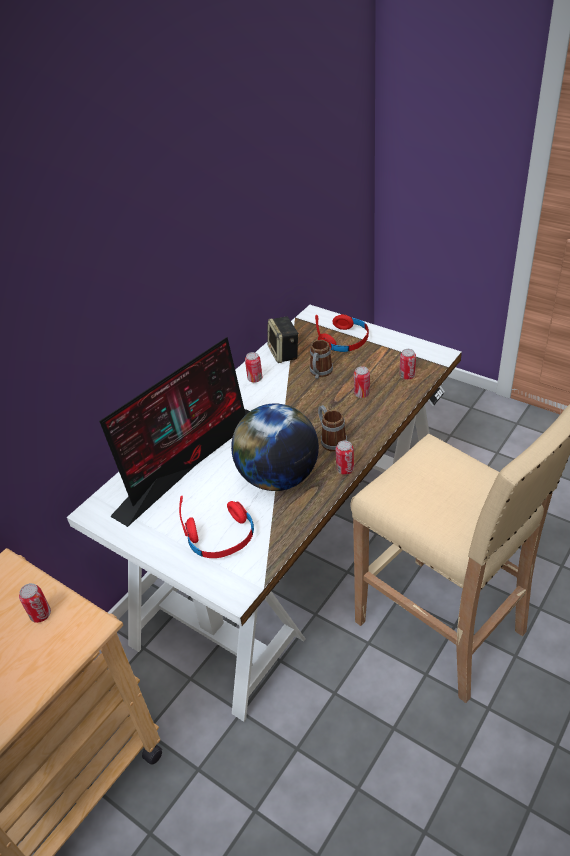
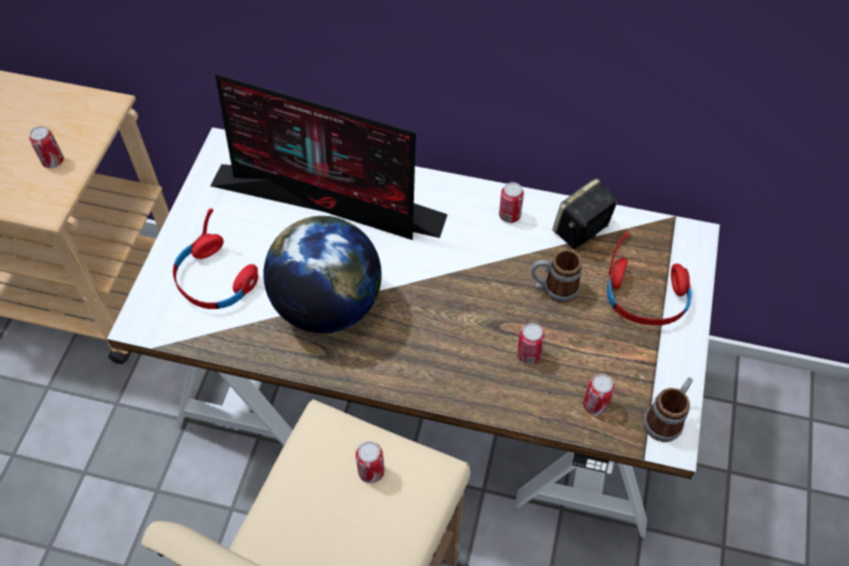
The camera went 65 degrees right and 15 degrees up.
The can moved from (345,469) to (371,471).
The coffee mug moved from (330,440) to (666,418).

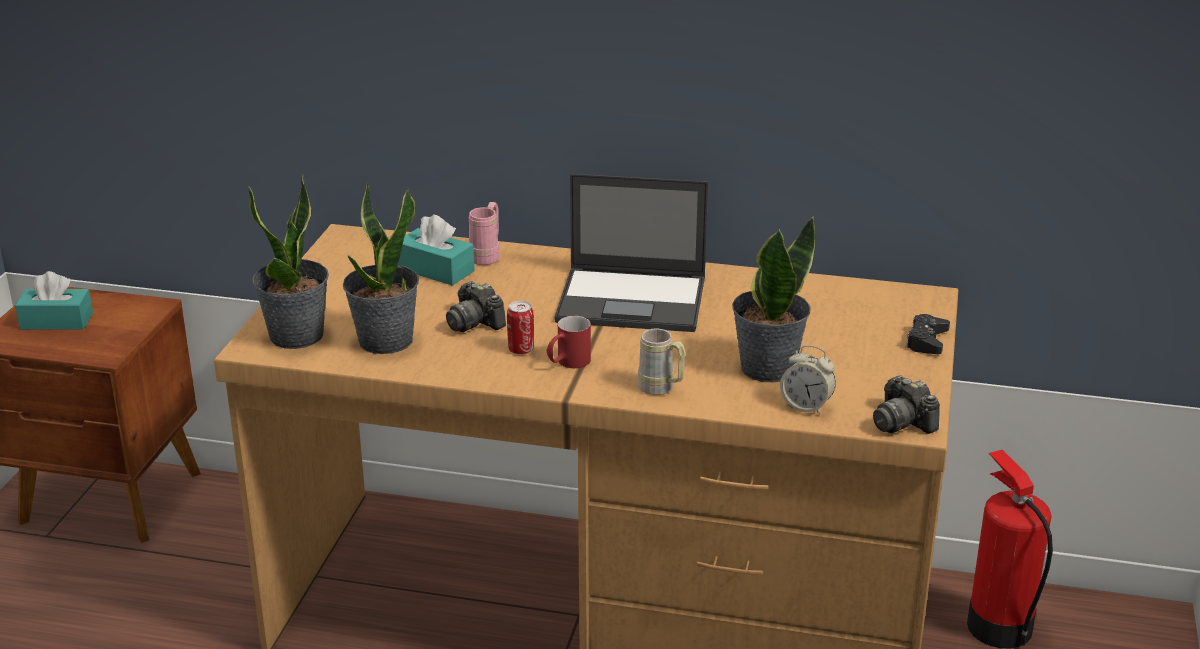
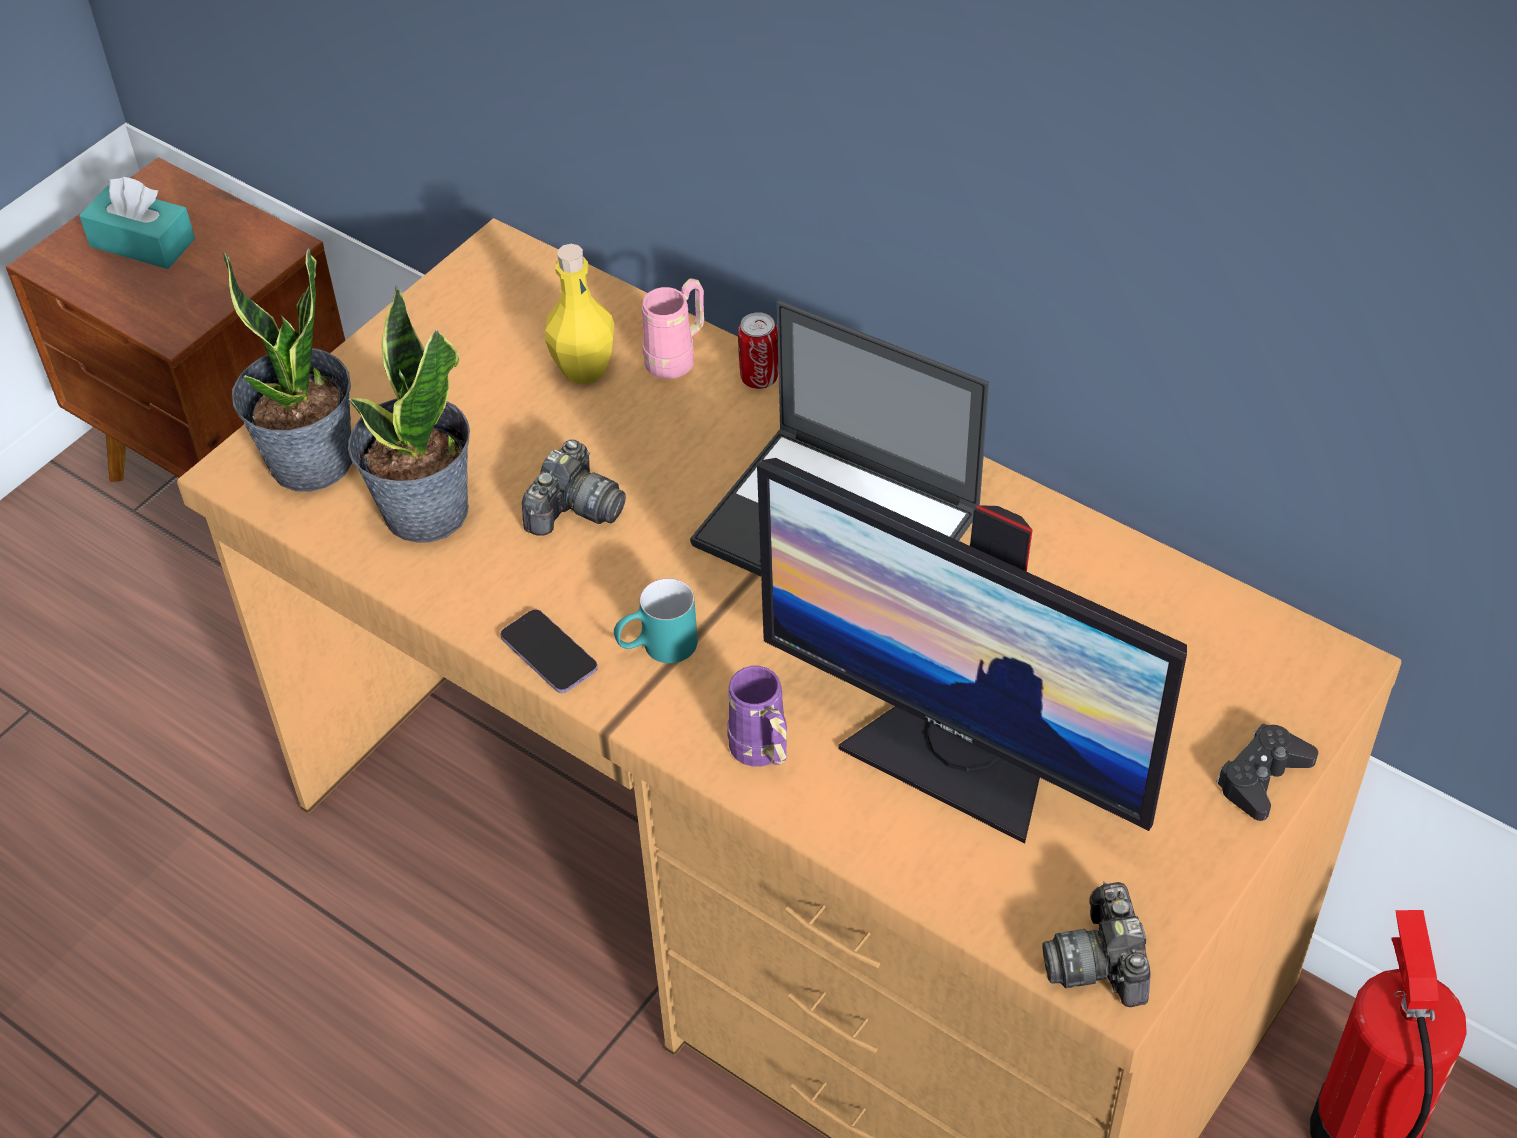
The camera went 25 degrees right and 20 degrees up.
The handset at (549,654) appeared.
The still camera at (475,322) turned 135 degrees counterclockwise.
The box of tissues (blue-green) at (435,270) was replaced by the beverage bottle (yellow) at (584,369).
The coffee mug (red) at (567,363) became the coffee mug (blue-green) at (657,647).
The coffee mug (beige-coloured) at (661,389) became the coffee mug (purple-coloured) at (763,754).
The can moved from (521,350) to (759,378).
The houseplant at (767,368) was replaced by the computer screen at (957,757).
The table clock at (806,406) disappeared.

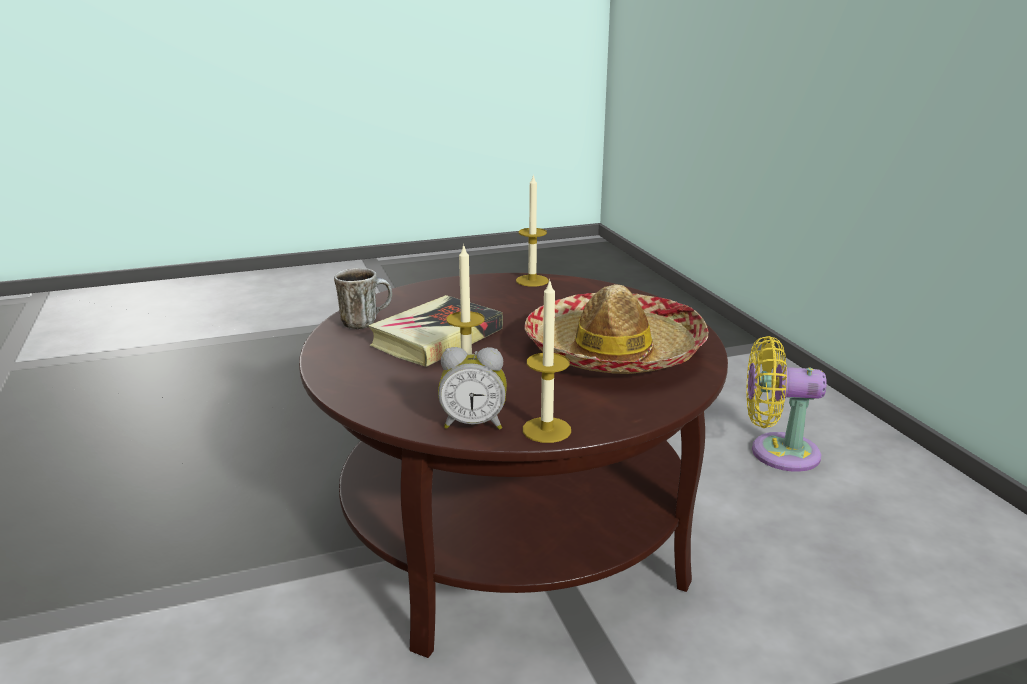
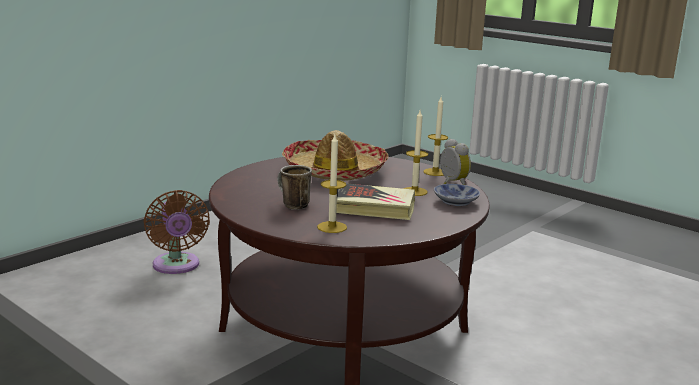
The camera went 120 degrees left and 5 degrees down.
The fan (yellow) at (777,452) became the fan (brown) at (176,266).
The coffee mug moved from (365,322) to (291,205).
The candle moved from (532,280) to (332,227).
The bowl at (454,202) appeared.

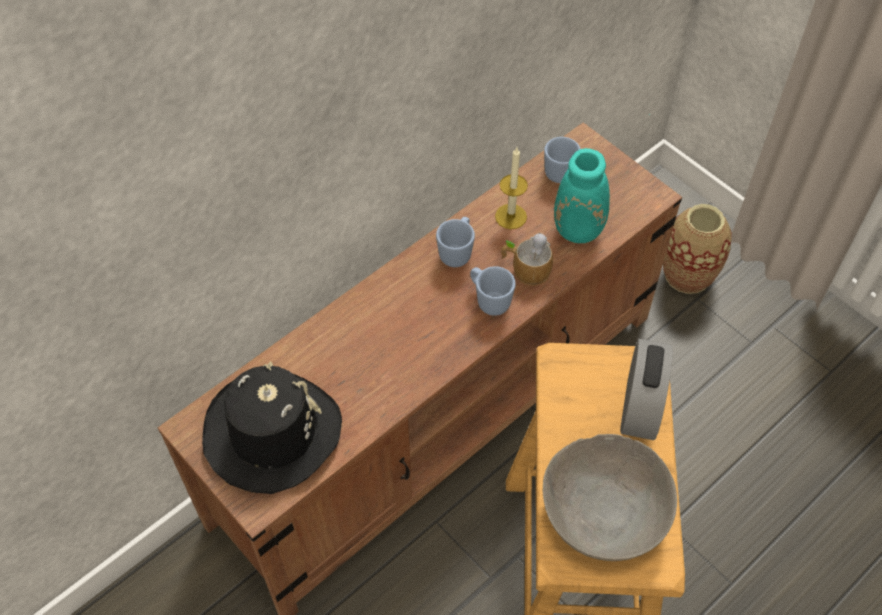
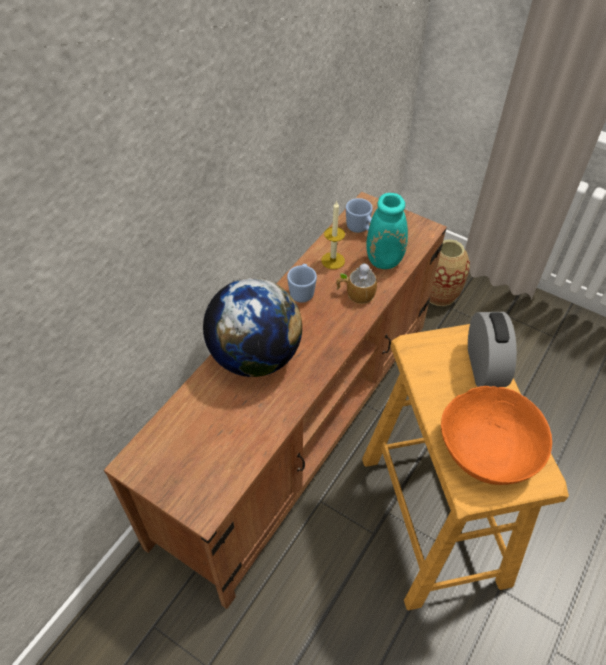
The camera went 15 degrees left and 5 degrees down.
The world globe at (255,356) appeared.
The bowl (gray) at (603,513) became the bowl (orange) at (488,449).
The wearable hat (blackish) at (271,432) disappeared.
The coffee mug (bluish) at (489,300) disappeared.

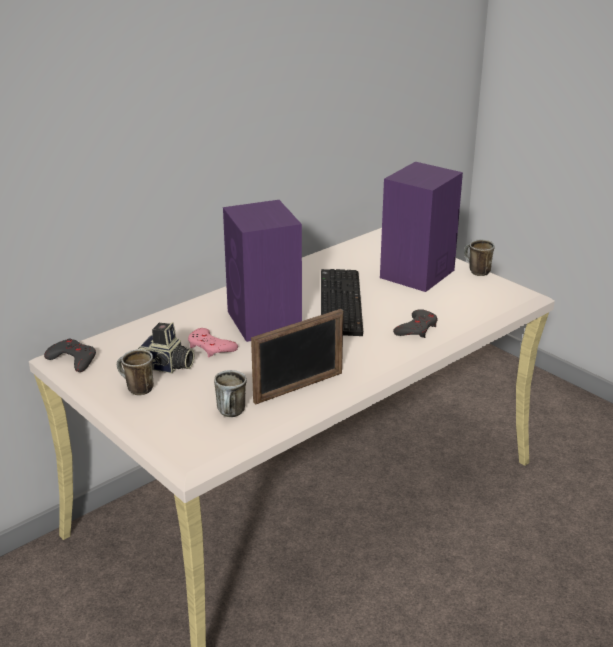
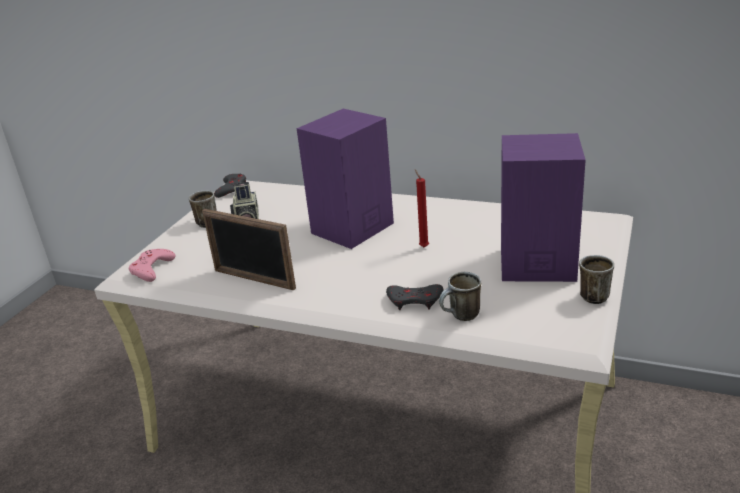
The camera went 65 degrees right and 0 degrees up.
The gamepad (pink) moved from (211,347) to (152,269).
The keyboard at (338,303) was replaced by the candle (red) at (423,246).
The coffee mug moved from (232,414) to (461,317).

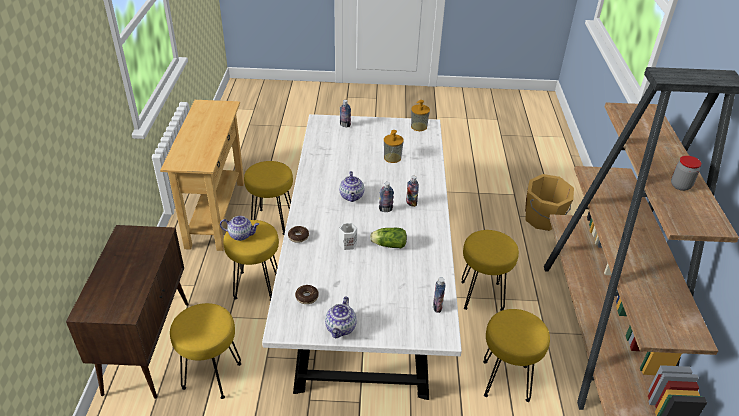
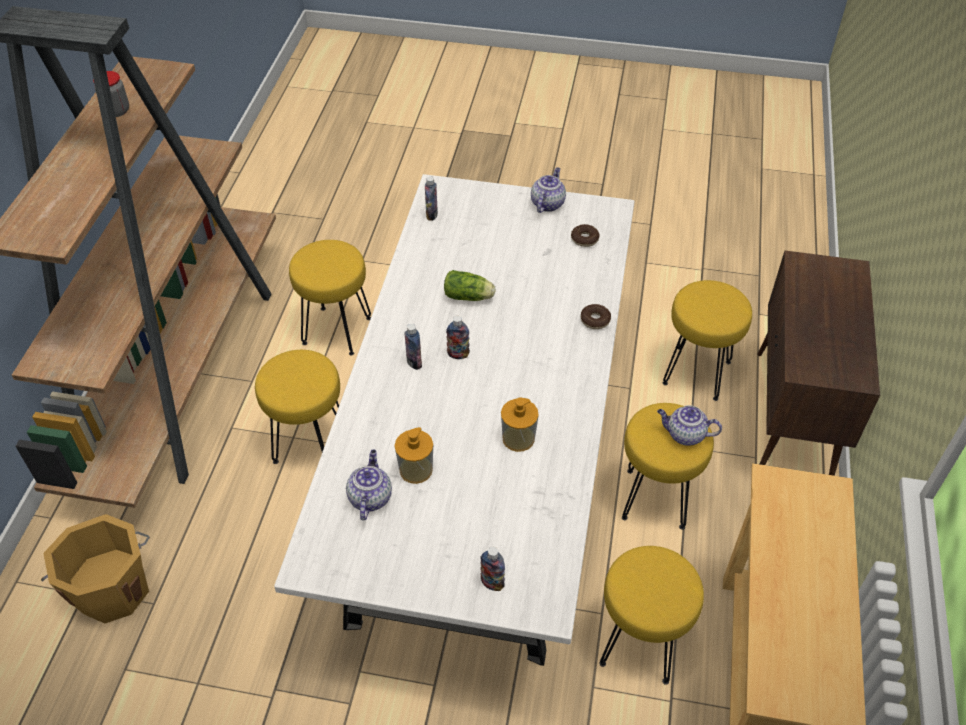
The camera went 170 degrees left and 10 degrees up.
The teapot moved from (352,197) to (370,497).
The liquid soap bottle moved from (419,127) to (518,438).
The coffee mug (white) at (347,243) disappeared.

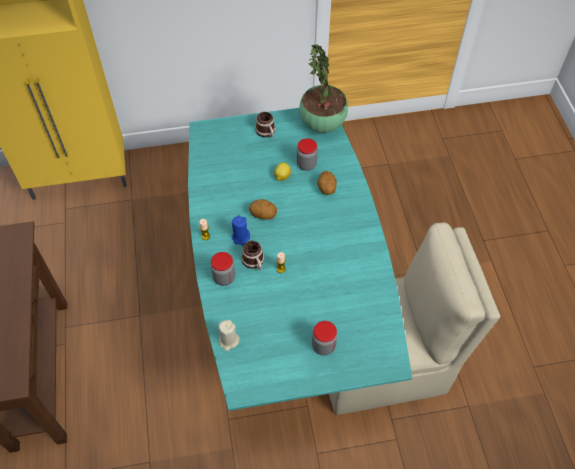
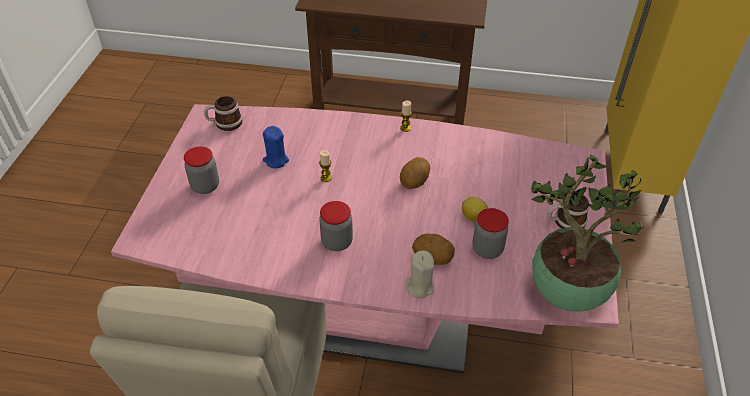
The camera went 110 degrees right and 10 degrees down.
The dinner table (blue-green) at (287,308) became the dinner table (pink) at (375,319).
The coffee mug moved from (254,262) to (224,123).
The candle (bluish) moved from (241,237) to (276,160).
The storage jar moved from (224,278) to (337,242).
The candle (beige-coloured) moved from (228,341) to (419,287).

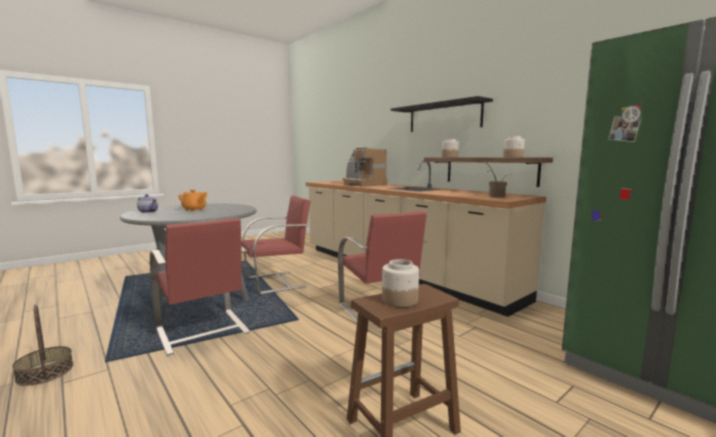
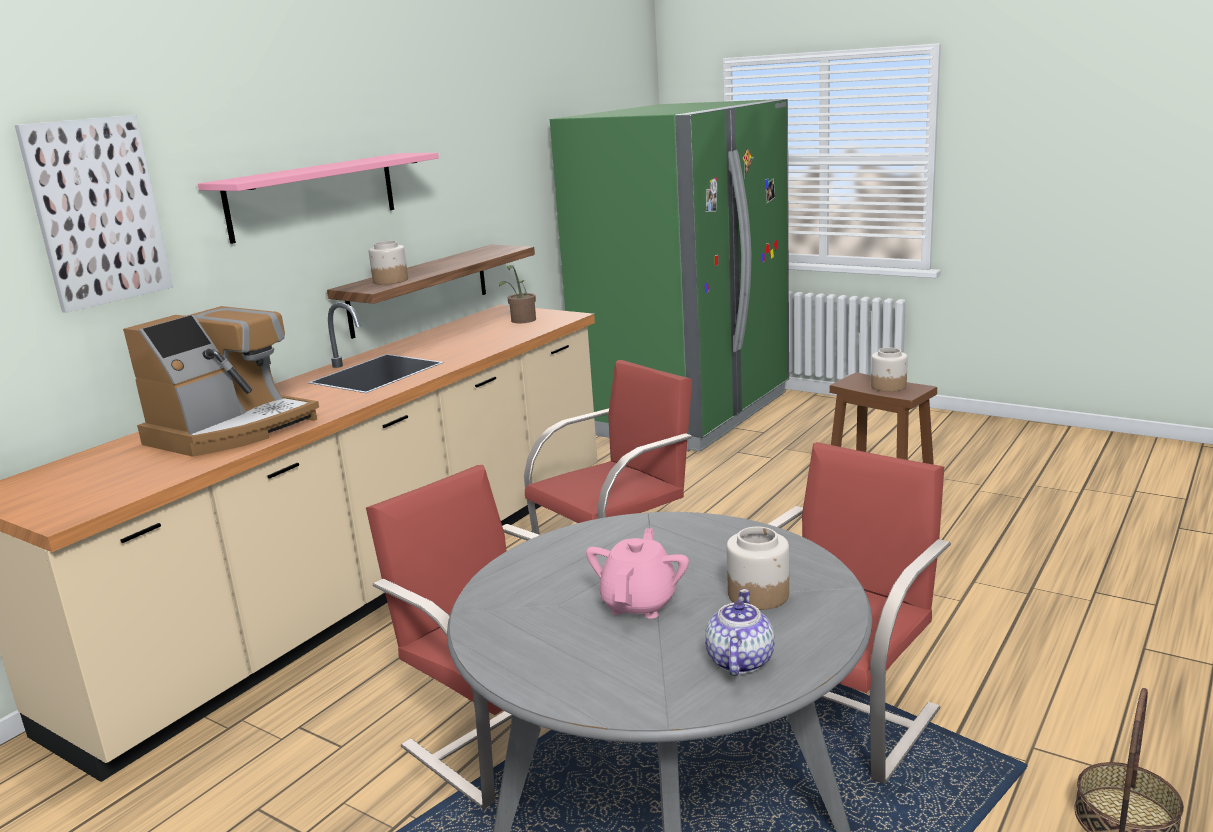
The camera went 105 degrees left and 10 degrees up.
The picture at (97,212) appeared.
The shelf (blackish) at (444,117) became the shelf (pink) at (313,196).
The teapot (orange) at (194,209) became the teapot (pink) at (639,603).
The storage jar moved from (513,157) to (758,594).

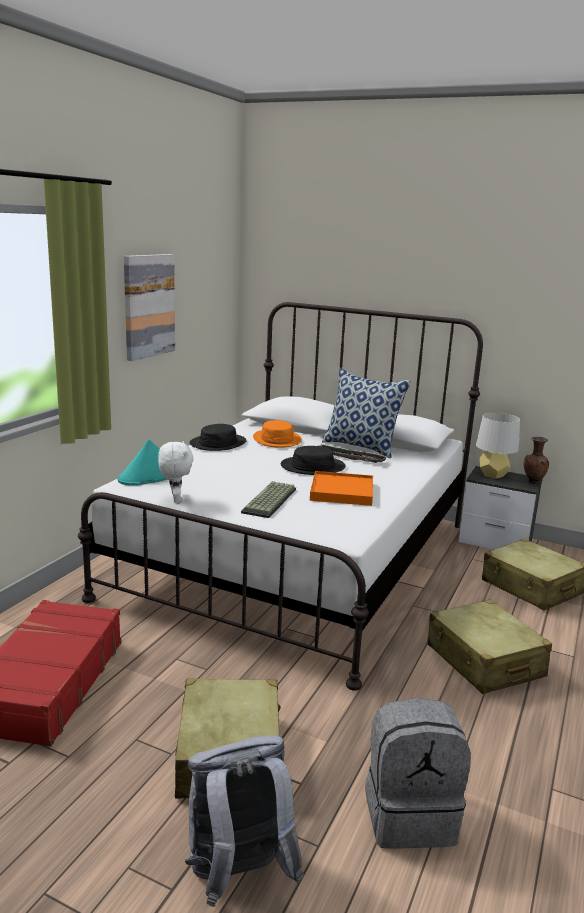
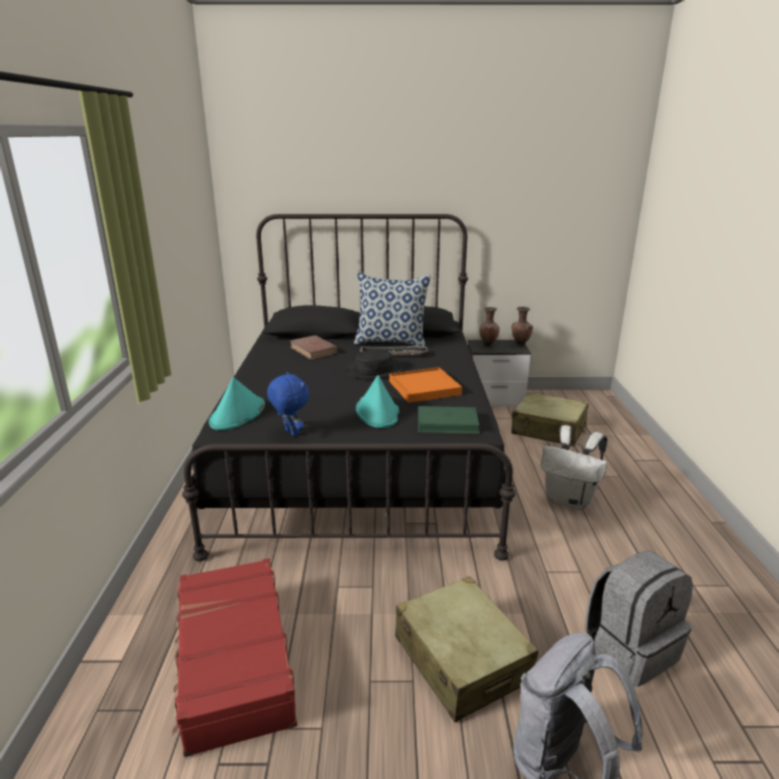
The camera went 25 degrees left and 5 degrees up.
The sleeping bed (white) at (297,558) became the sleeping bed (blackish) at (359,456).
The plush toy (white) at (175,499) became the plush toy (bluish) at (290,433).
The wearable hat (orange) at (277,439) was replaced by the book (brown) at (313,350).
The keyboard at (270,501) was replaced by the wearable hat (blue-green) at (377,412).
The book (greenish) at (448,423) appeared.
The lamp for a table (gray) at (492,475) was replaced by the flower vase (brown) at (487,345).
The piece of luggage (beige-coloured) at (484,661) was replaced by the backpack (white) at (569,500).
The picture at (148,306) disappeared.
The wearable hat (blackish) at (218,443) disappeared.

